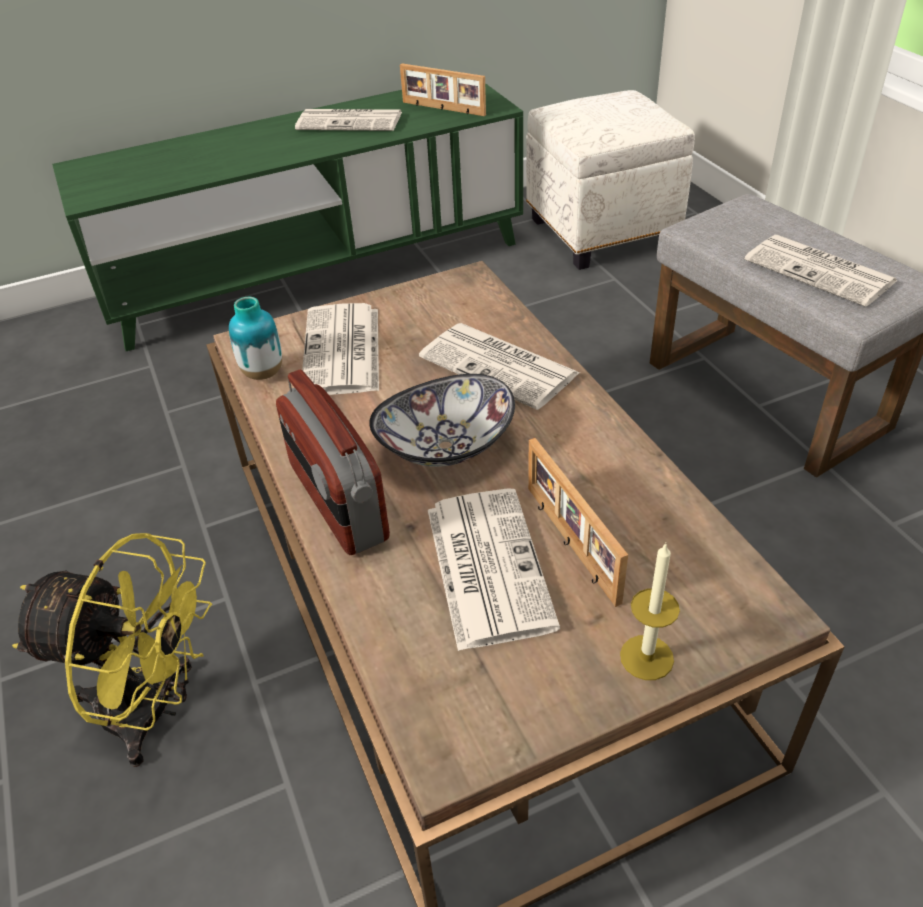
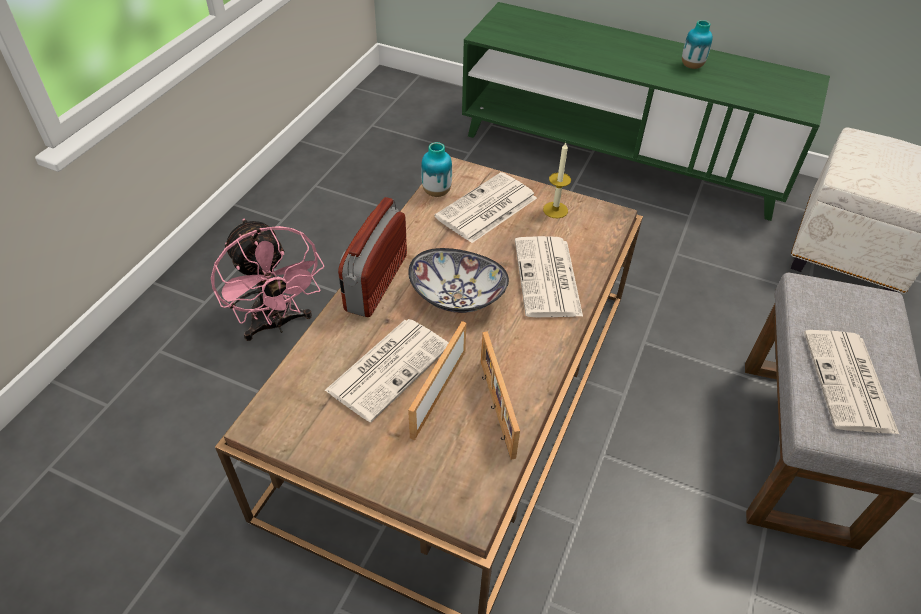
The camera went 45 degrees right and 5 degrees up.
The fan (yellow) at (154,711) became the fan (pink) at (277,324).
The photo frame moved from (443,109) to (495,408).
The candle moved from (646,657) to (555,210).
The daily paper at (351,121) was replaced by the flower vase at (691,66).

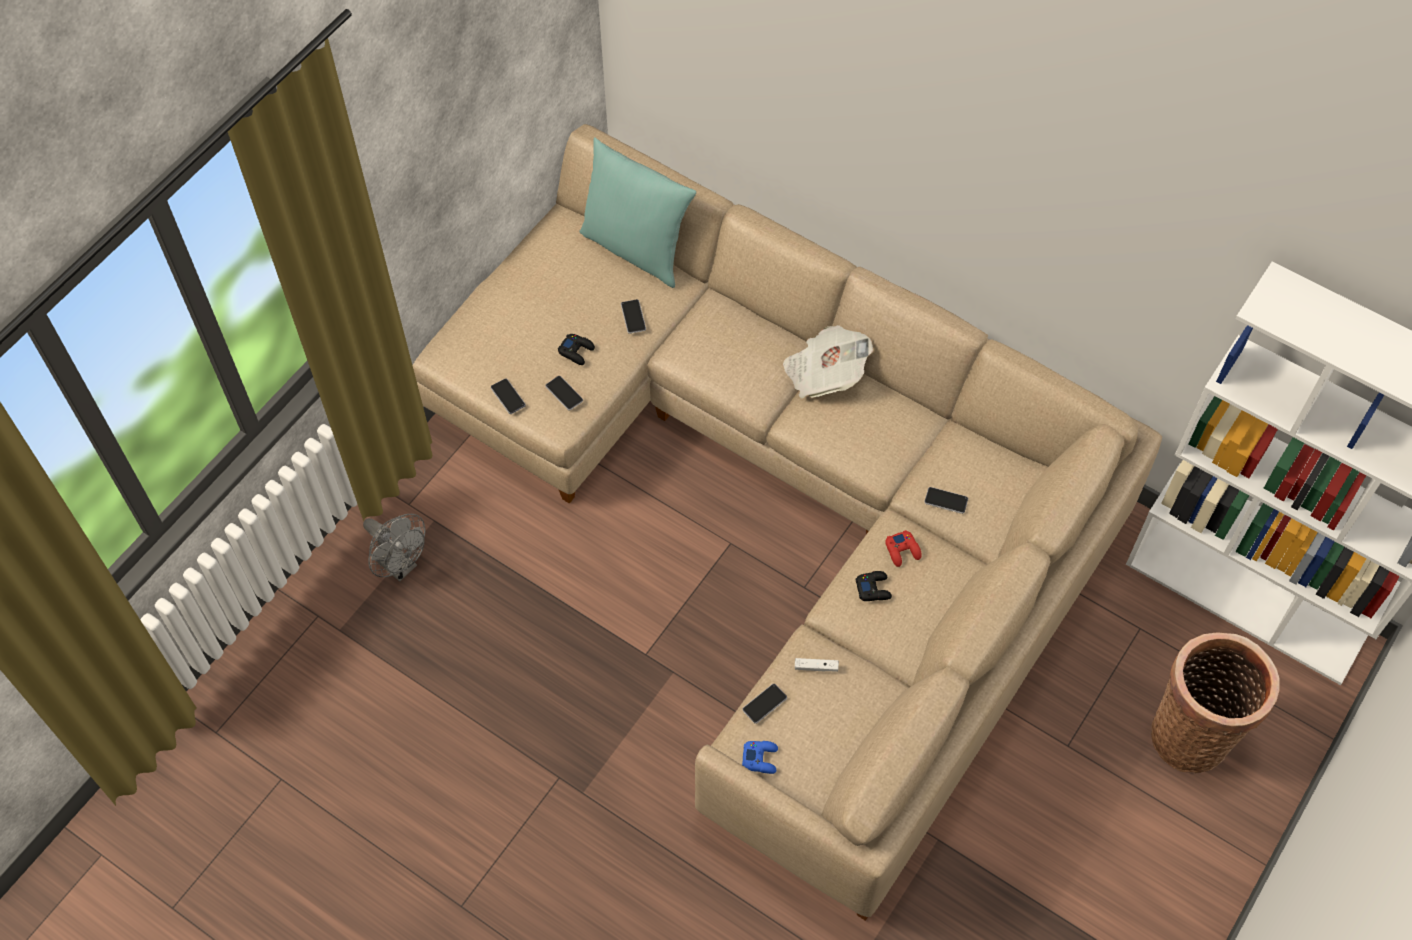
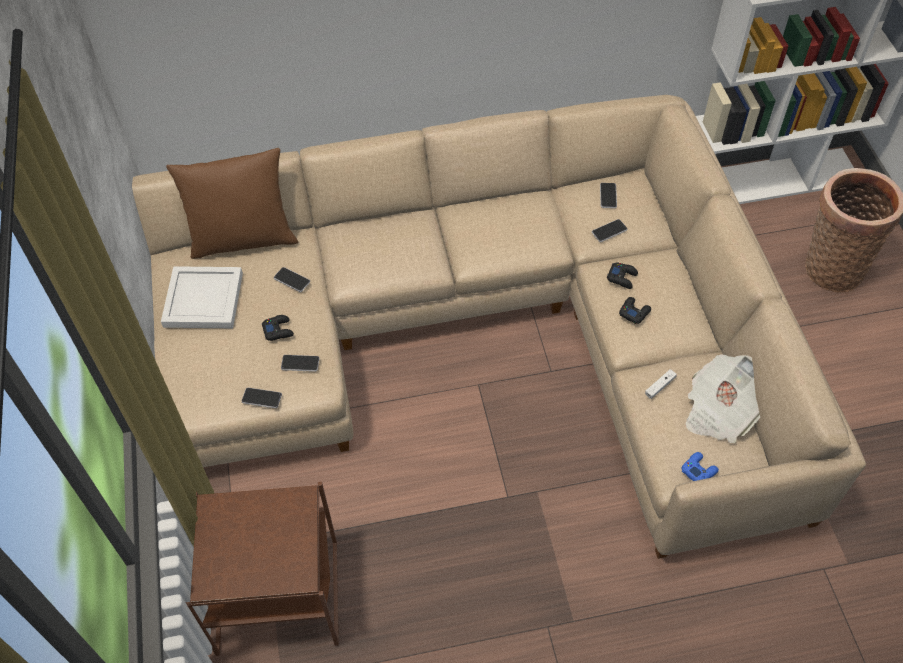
The camera went 45 degrees left and 5 degrees down.
The serving tray (white) at (204,300) appeared.
The throw pillow (blue-green) at (636,249) became the throw pillow (brown) at (243,239).
The fan (gray) at (400,566) was replaced by the side table (brown) at (277,596).
The handset moved from (764,704) to (608,196).
The gamepad (red) at (902,550) became the gamepad (blackish) at (622,277).
The daily paper moved from (825,373) to (720,410).

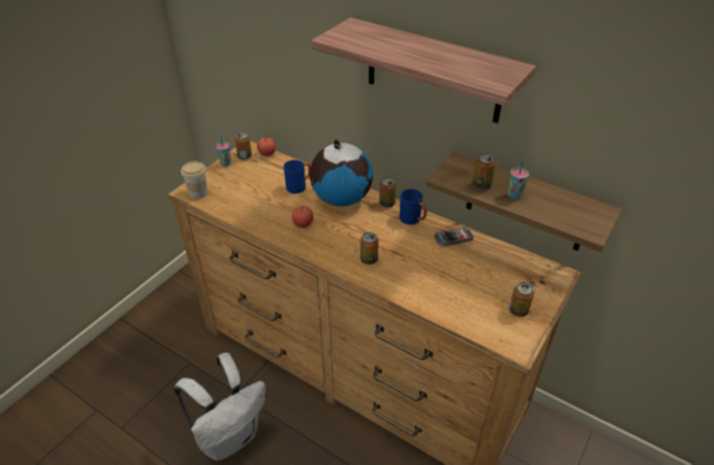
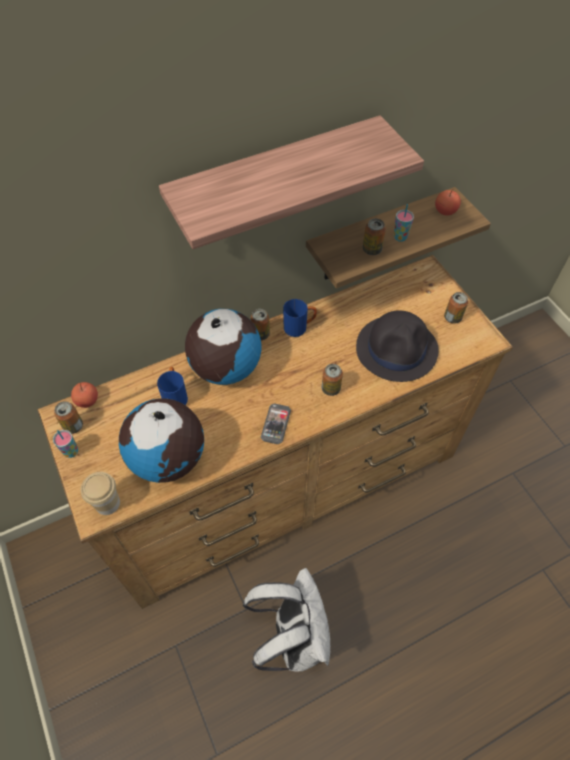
The camera went 60 degrees left and 15 degrees up.
The world globe at (169,459) appeared.
The handset moved from (453,238) to (276,424).
The wearable hat (blackish) at (397,349) appeared.
The whole apple moved from (303,224) to (445,211).

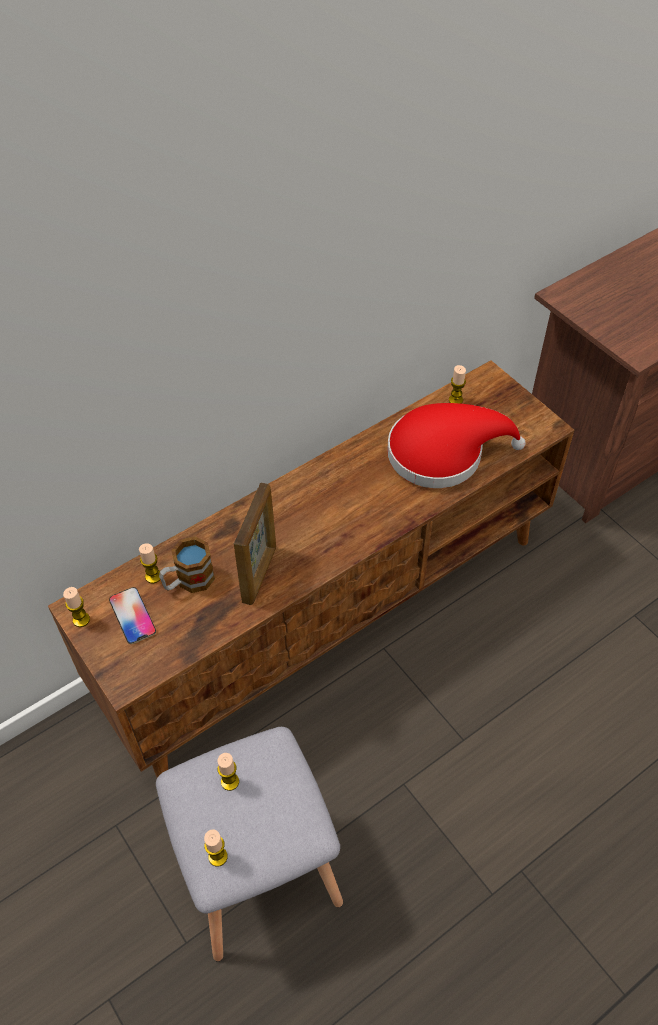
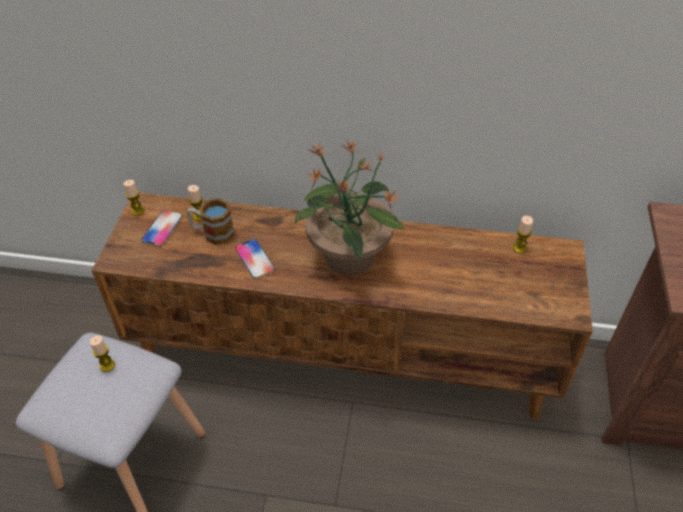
The camera went 45 degrees right and 5 degrees down.
The photo frame at (260,574) was replaced by the handset at (254,259).
The houseplant at (349,258) appeared.
The candle at (218,856) disappeared.
The wearable hat (red) at (443,453) disappeared.

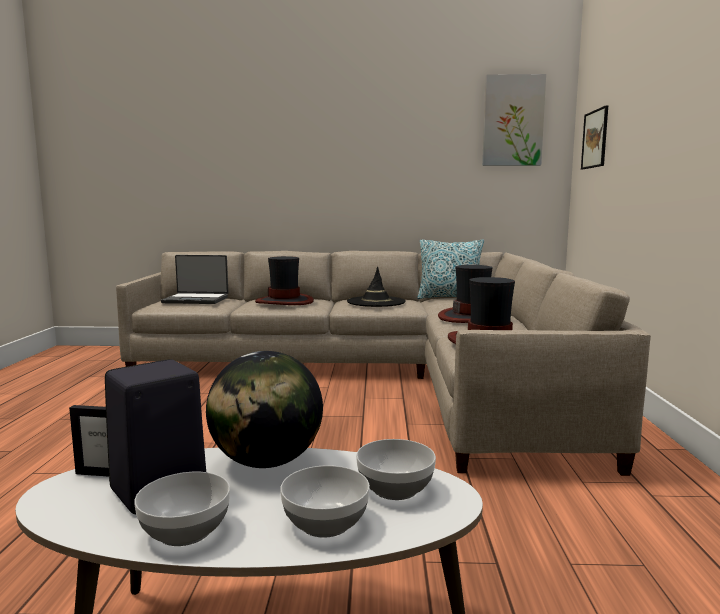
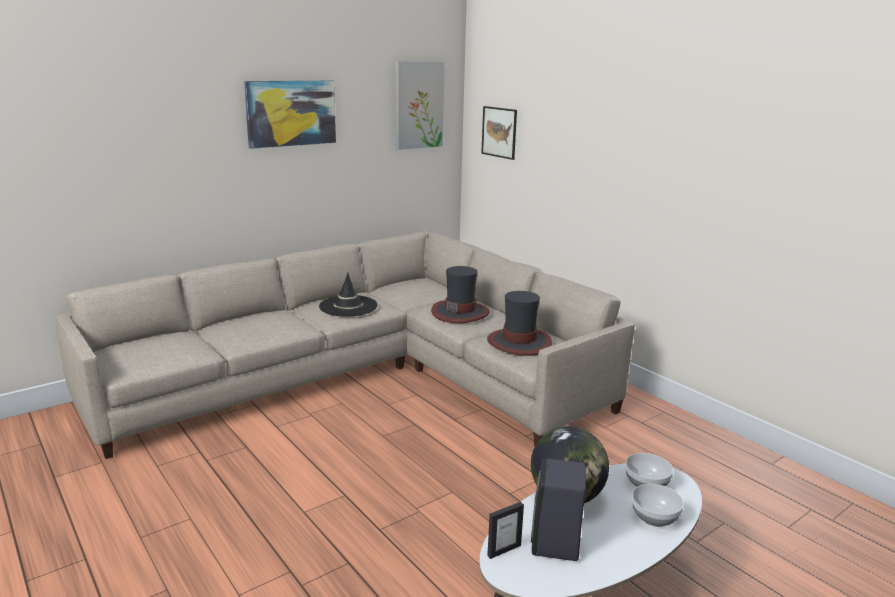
The camera went 40 degrees left and 10 degrees up.
The picture at (291,113) appeared.
The bowl at (186,531) disappeared.
The portable computer at (196,300) disappeared.
The wearable hat at (285,301) disappeared.
The throw pillow at (450,298) disappeared.

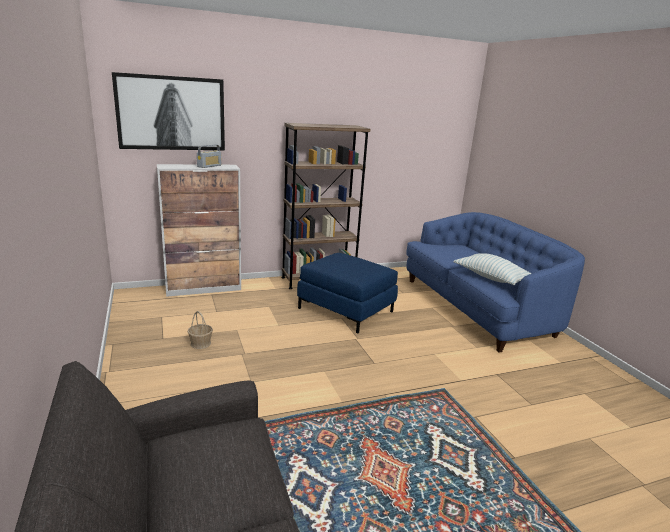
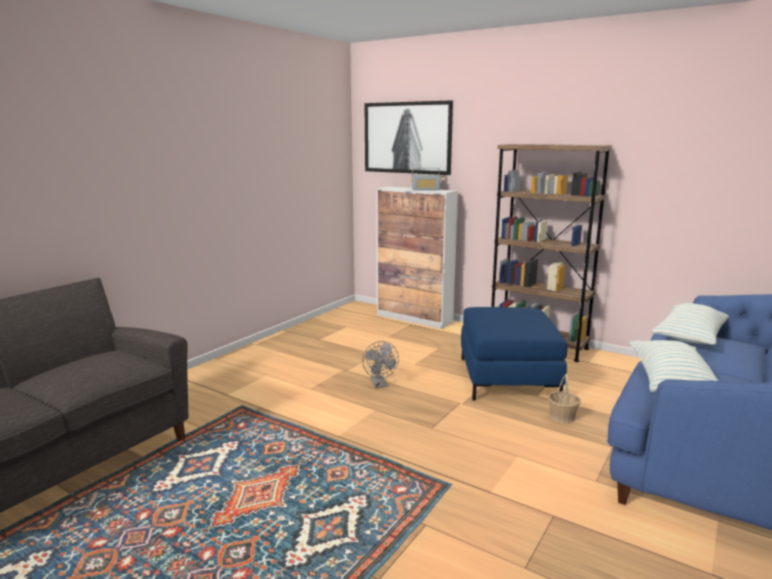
The camera went 55 degrees right and 5 degrees down.
The fan (gray) at (380,384) appeared.
The storage basket moved from (200,343) to (562,416).
The throw pillow at (690,337) appeared.

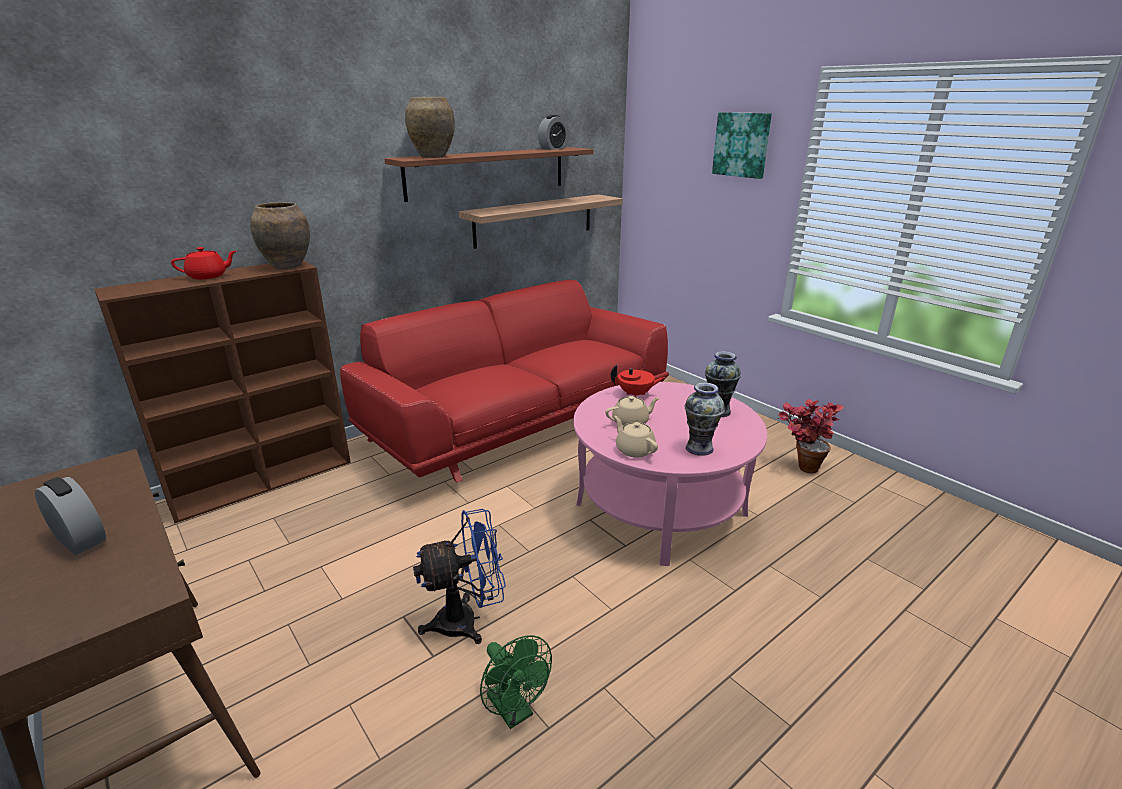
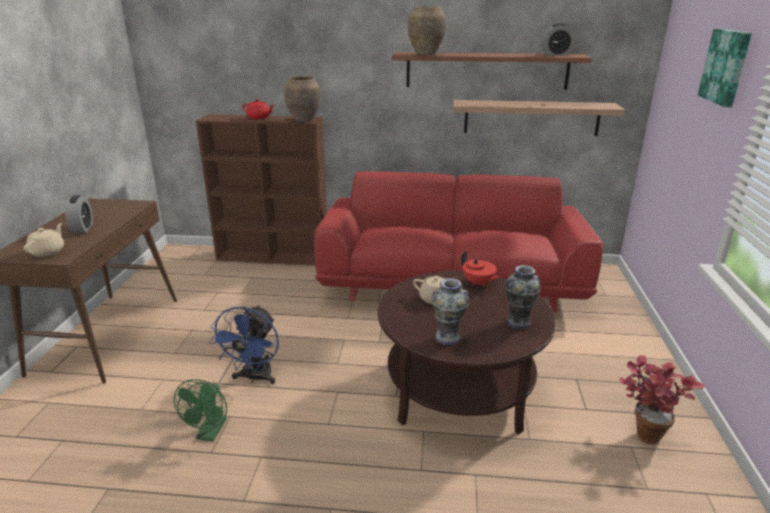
The camera went 45 degrees right and 0 degrees up.
The teapot (beige-coloured) moved from (634,450) to (48,251).
The fan (bluish) at (467,621) turned 75 degrees clockwise.
The low table (pink) at (660,508) became the low table (brown) at (459,389).

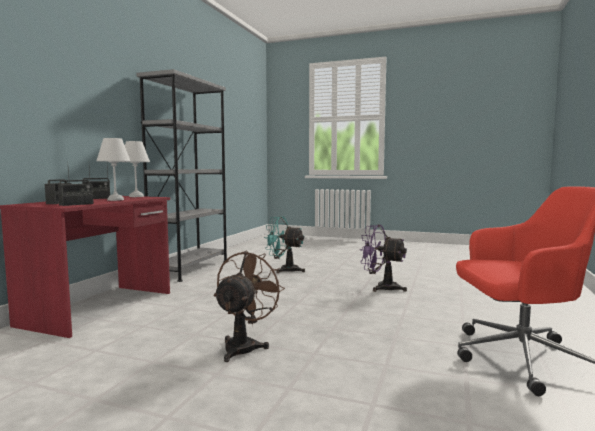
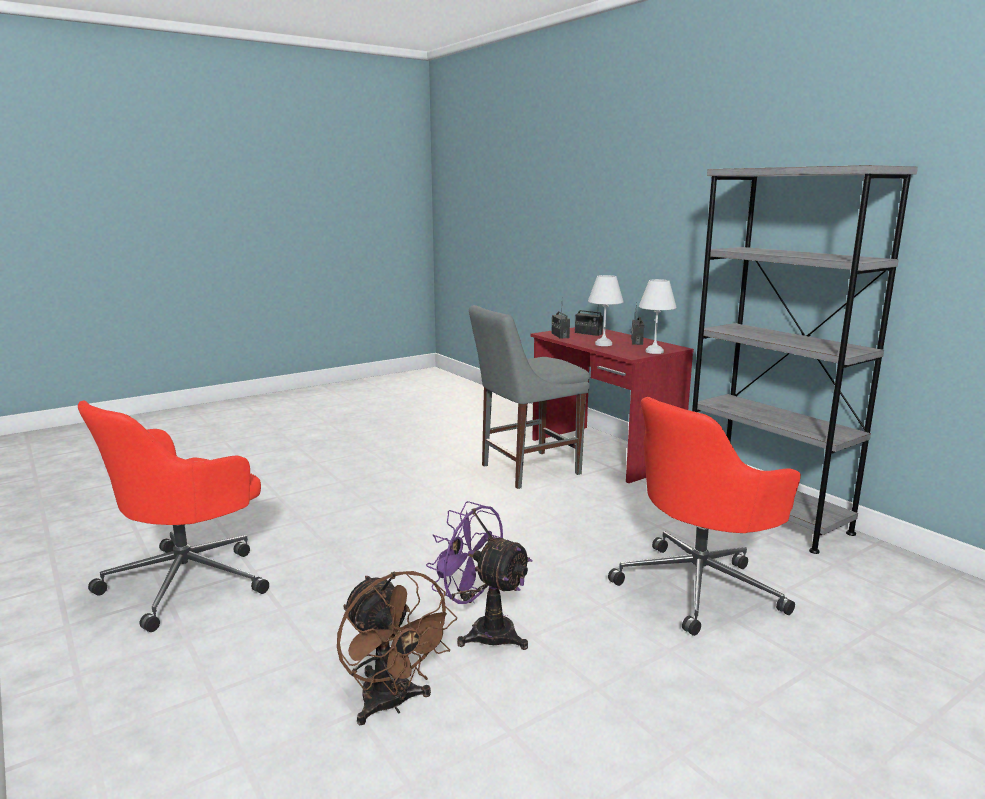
The camera went 125 degrees right and 10 degrees up.
The fan (brown) moved from (244,346) to (392,704).
The fan (purple-coloured) at (381,287) turned 120 degrees counterclockwise.
The upright chair (gray) at (525,470) appeared.
The fan (blue-green) at (284,270) was replaced by the desk chair (red) at (700,586).

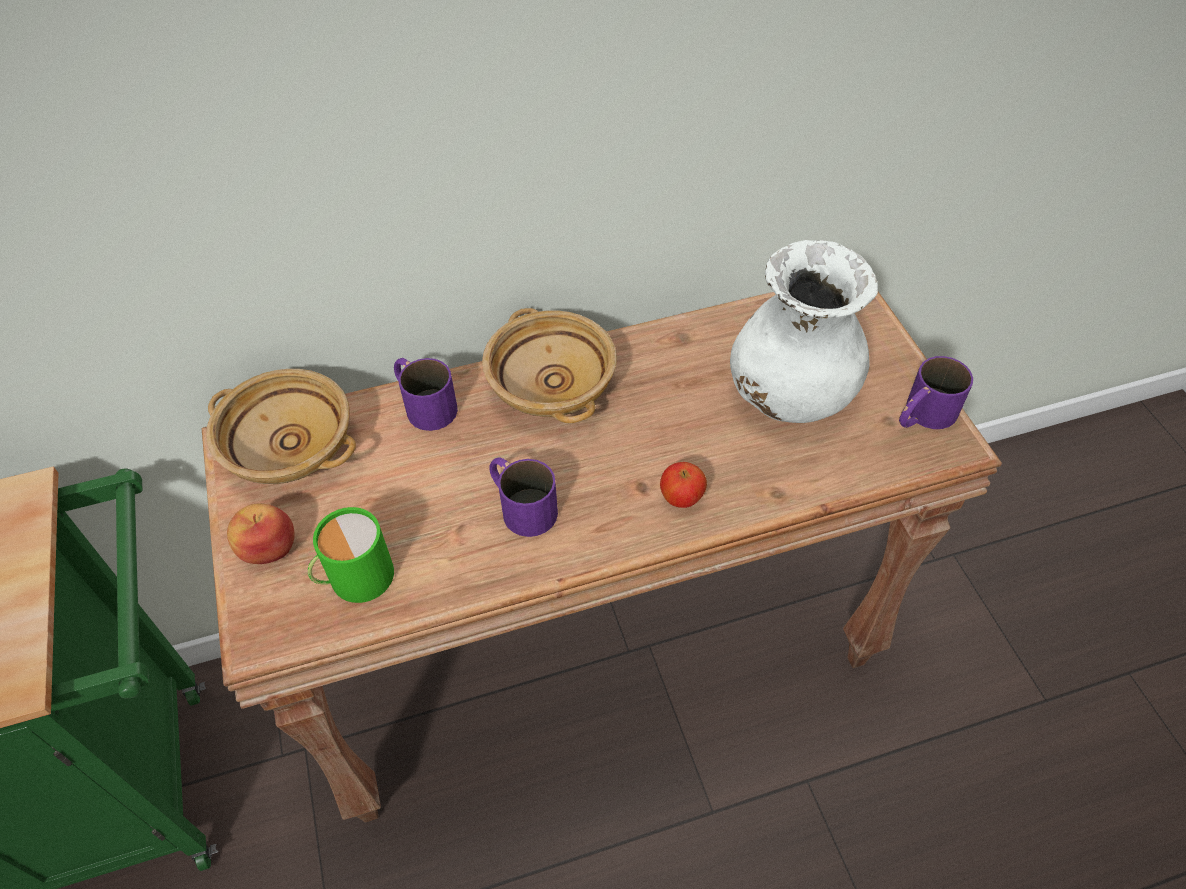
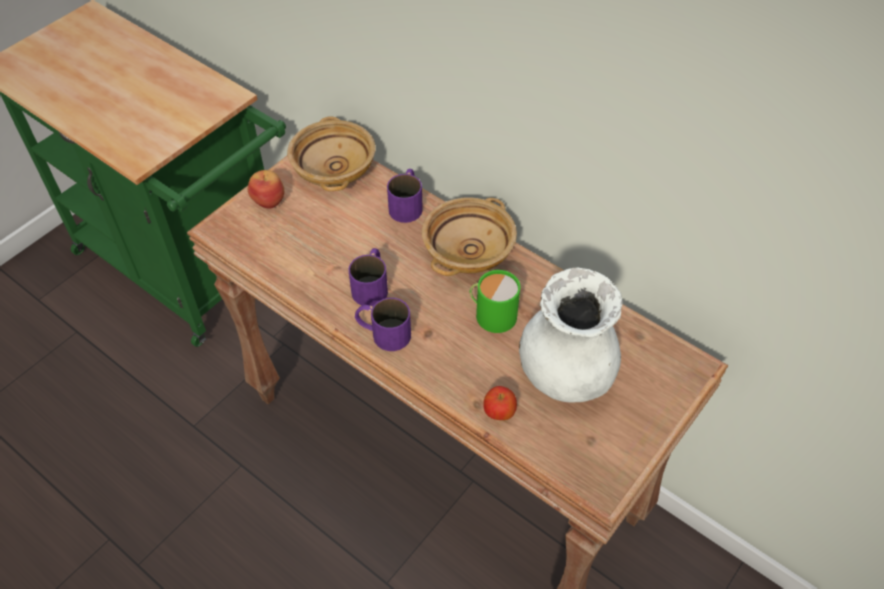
The camera went 55 degrees right and 0 degrees up.
The coffee mug (purple-coloured) moved from (922,415) to (382,332).
The coffee mug (greenish) moved from (354,577) to (492,314).
The whole apple moved from (682,498) to (499,412).

